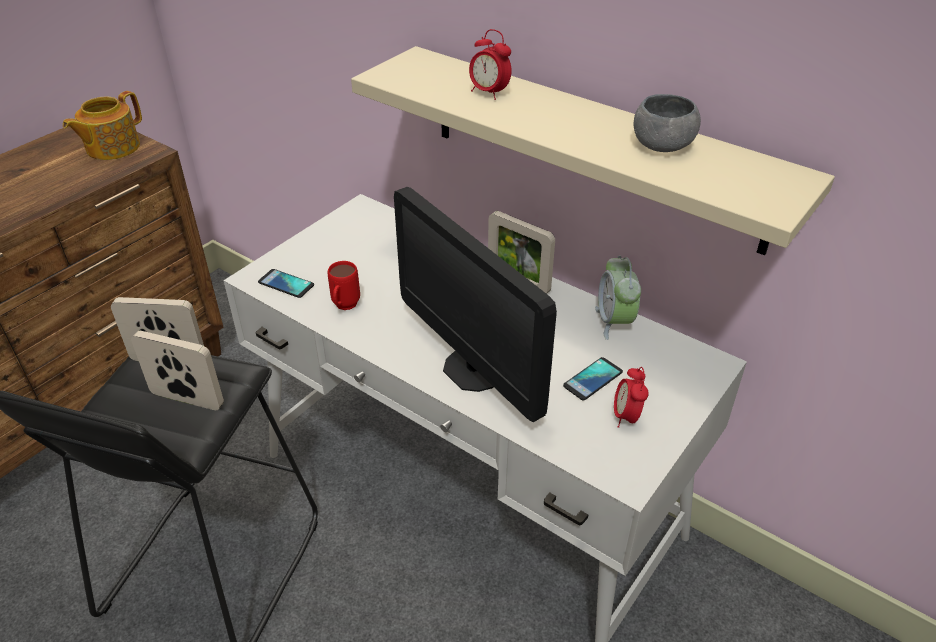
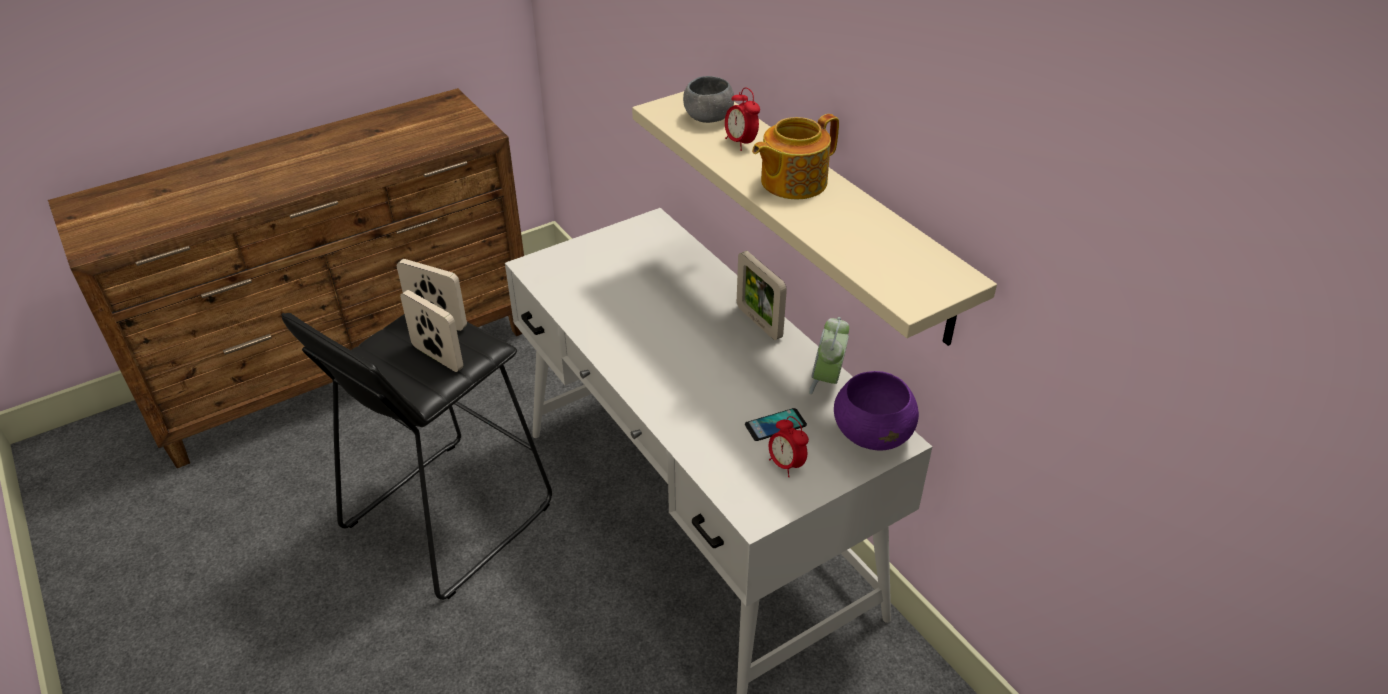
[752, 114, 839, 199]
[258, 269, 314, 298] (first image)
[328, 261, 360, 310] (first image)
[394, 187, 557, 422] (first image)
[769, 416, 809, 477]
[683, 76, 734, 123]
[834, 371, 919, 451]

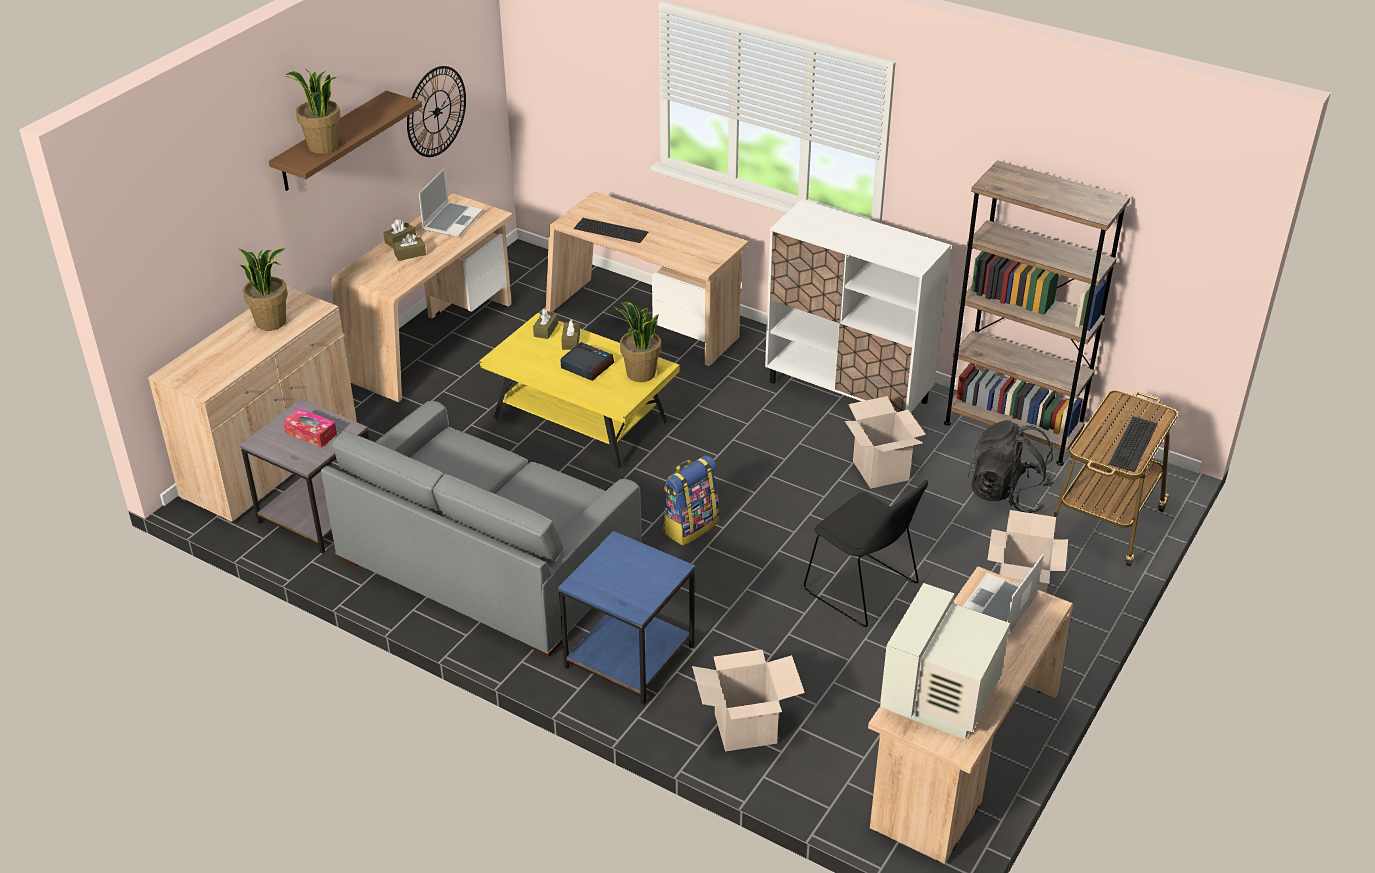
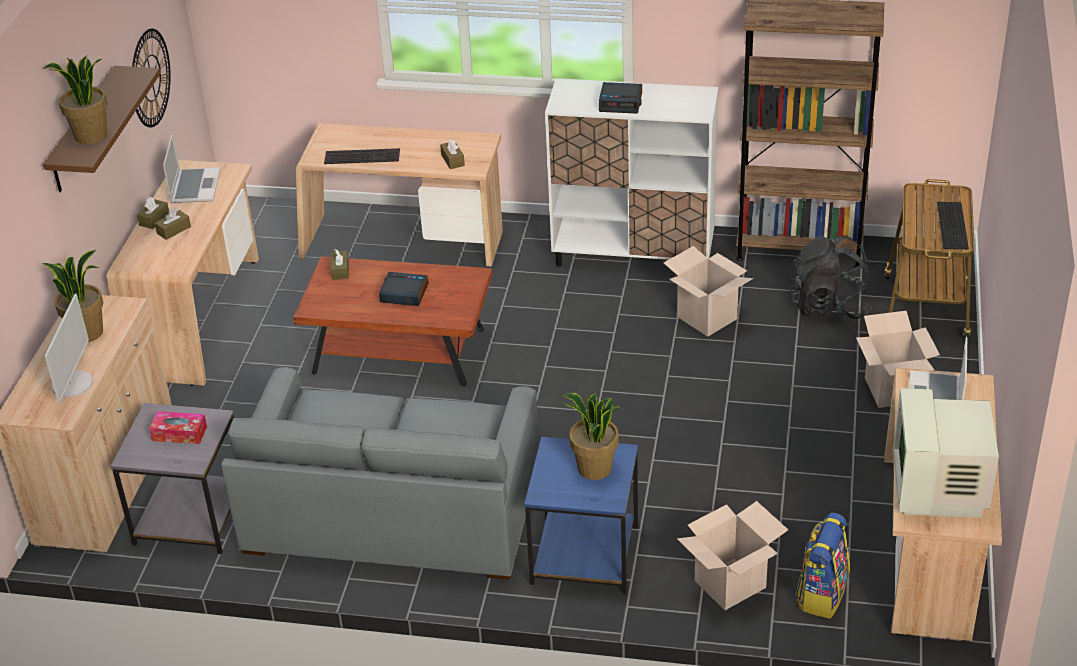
[293, 256, 492, 387]
[440, 138, 465, 169]
[563, 393, 621, 480]
[795, 513, 850, 619]
[804, 480, 928, 627] (first image)
[45, 294, 93, 403]
[599, 82, 642, 113]

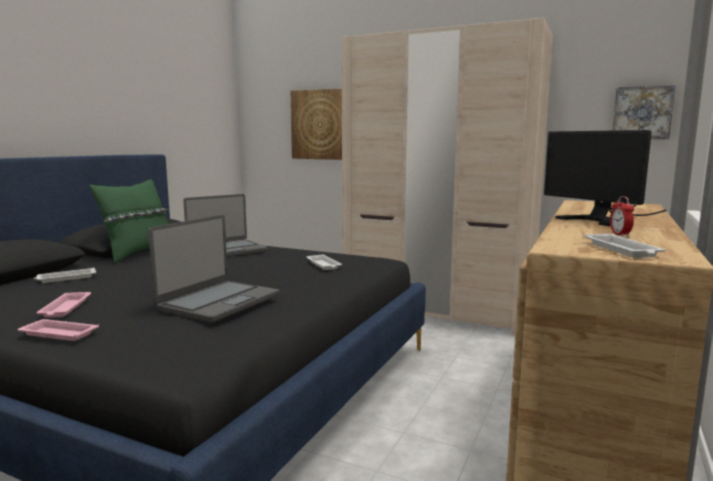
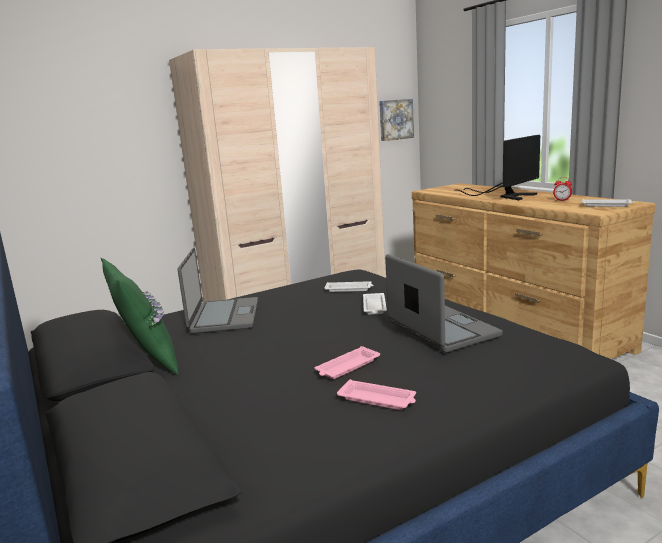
[315, 346, 380, 379]
[363, 293, 387, 315]
[291, 89, 342, 160] (first image)
[454, 135, 540, 200]

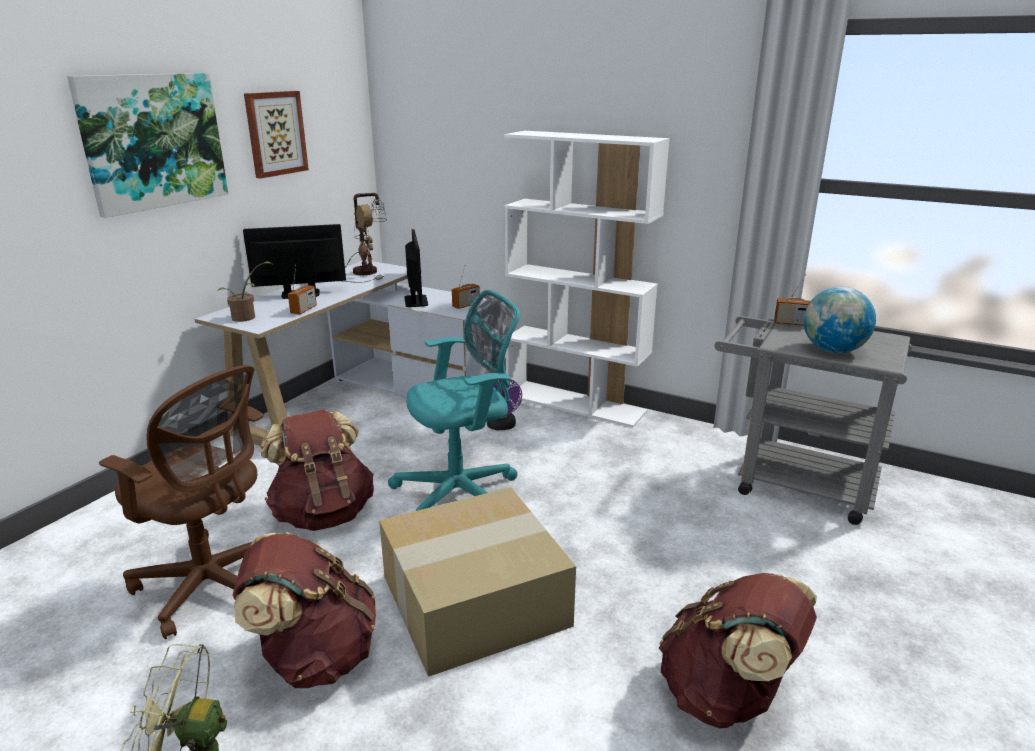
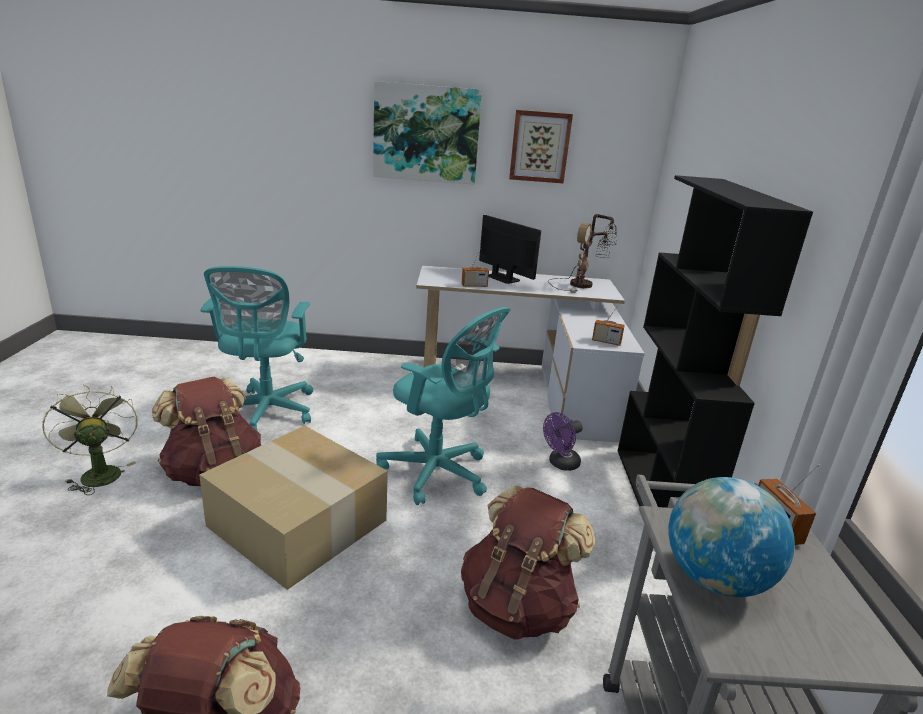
[200, 266, 313, 430]
[218, 261, 272, 322] (first image)
[461, 485, 595, 640]
[405, 229, 428, 307] (first image)
[618, 175, 813, 508]

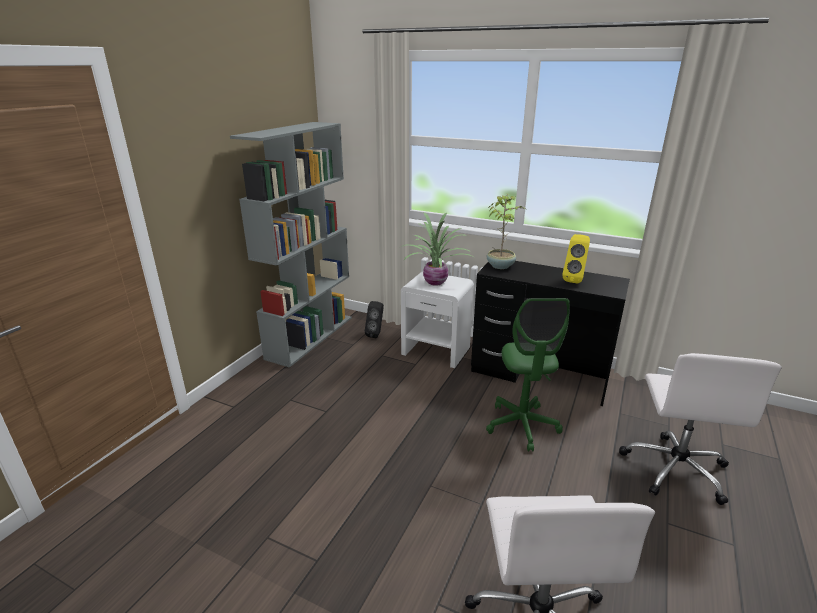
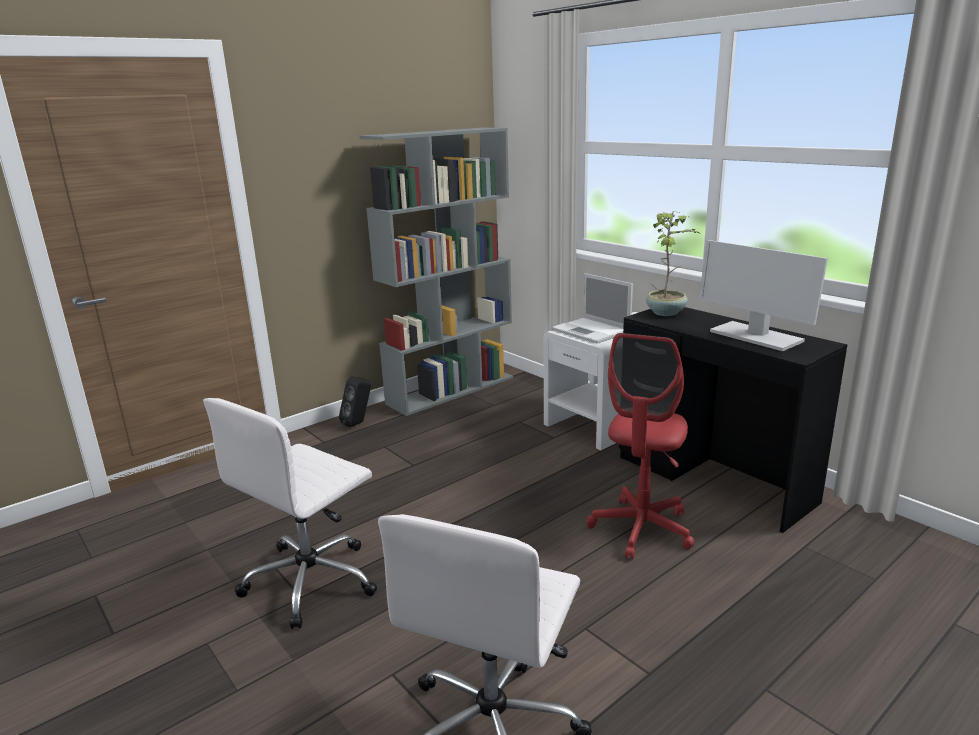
[339, 376, 371, 427]
[551, 273, 633, 344]
[587, 333, 694, 560]
[699, 240, 828, 351]
[203, 398, 377, 629]

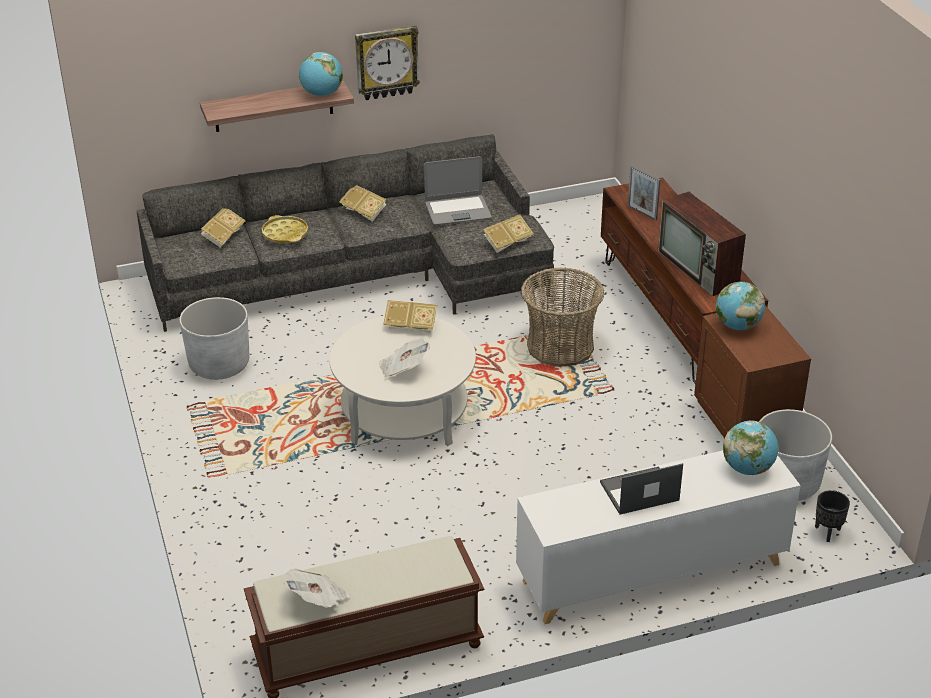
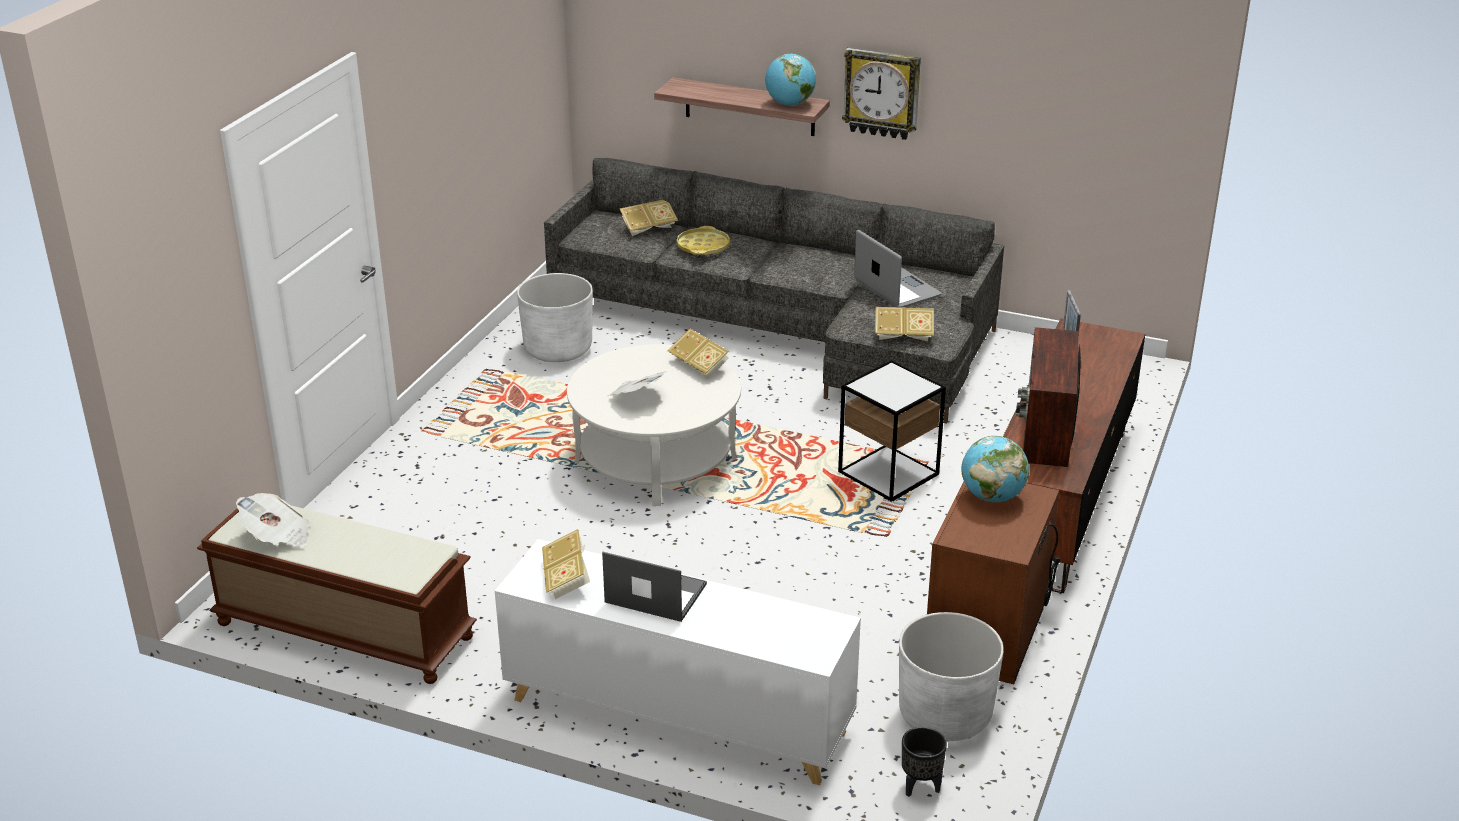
[542, 529, 590, 599]
[854, 230, 942, 308]
[838, 361, 946, 502]
[723, 420, 778, 475] (first image)

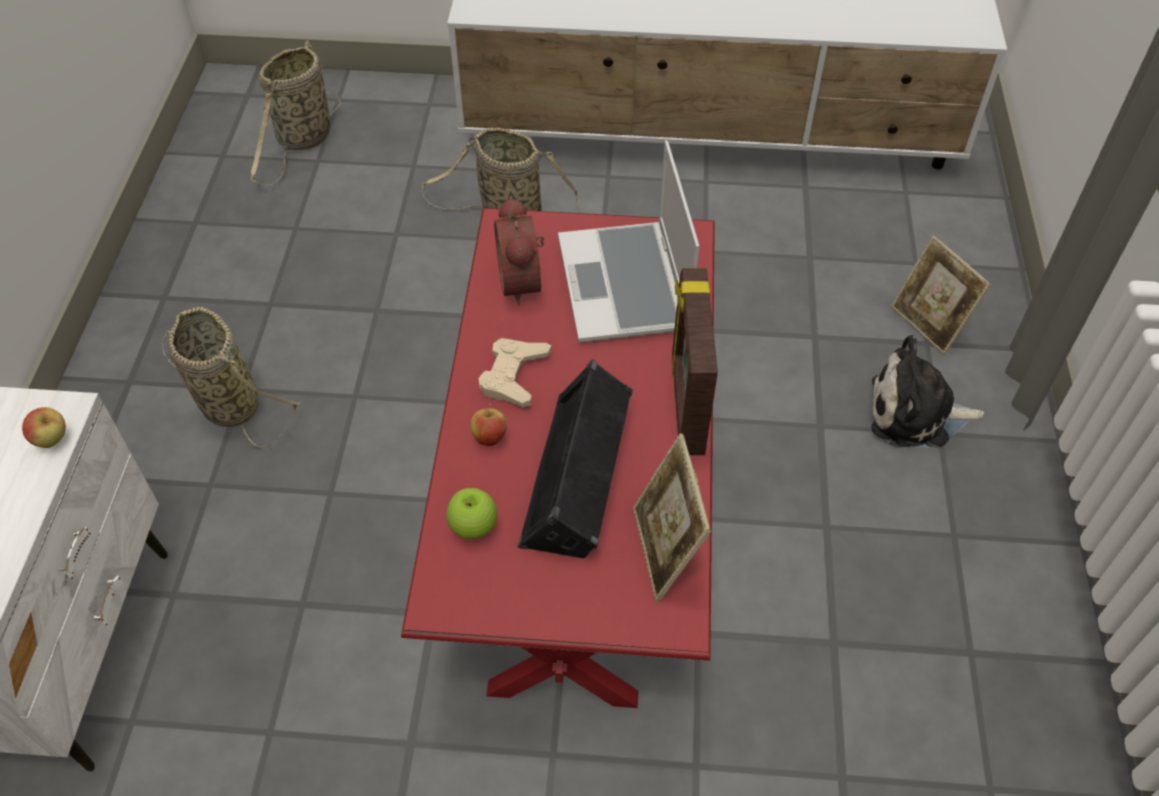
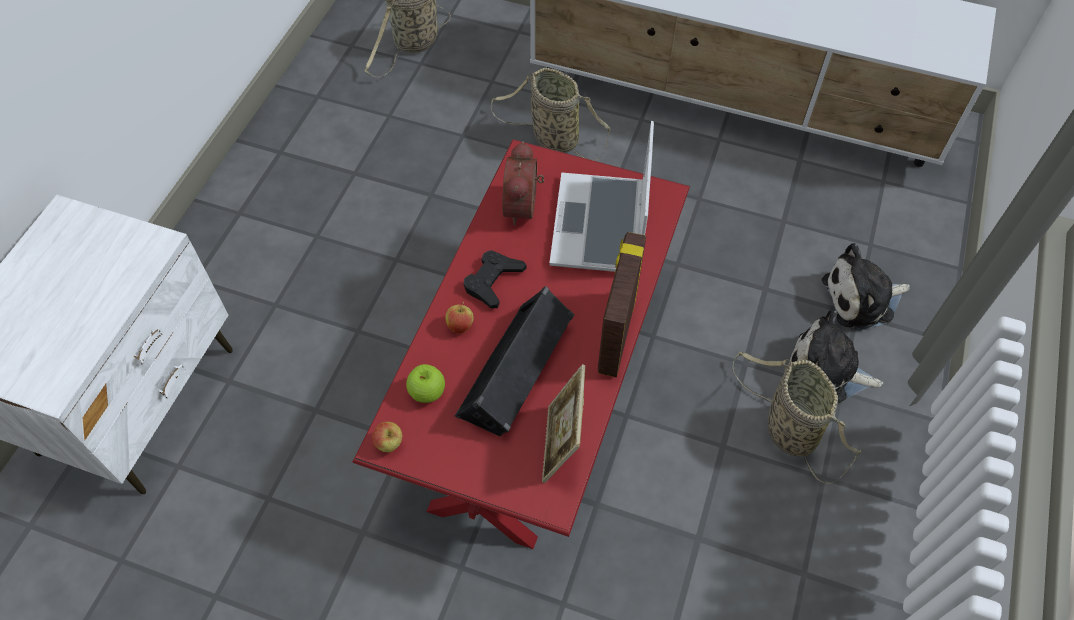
[372, 422, 402, 453]
[733, 352, 861, 485]
[464, 250, 527, 308]
[822, 243, 910, 331]

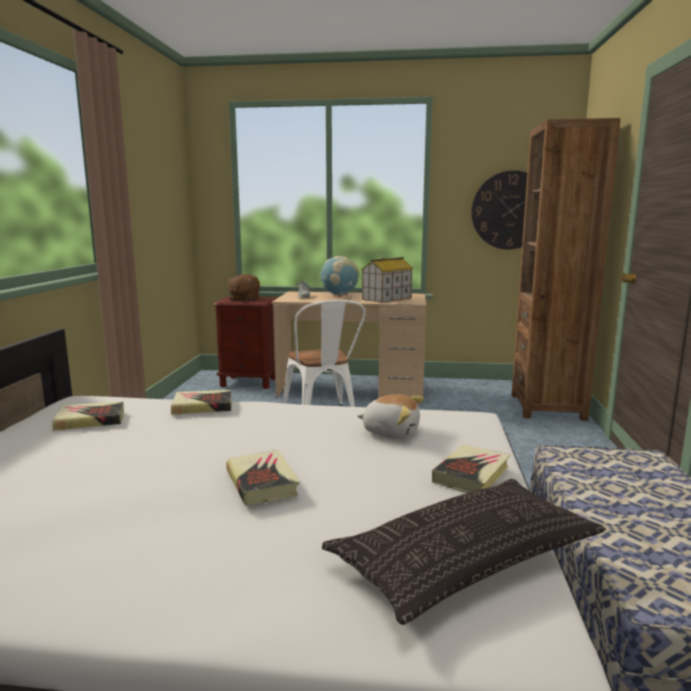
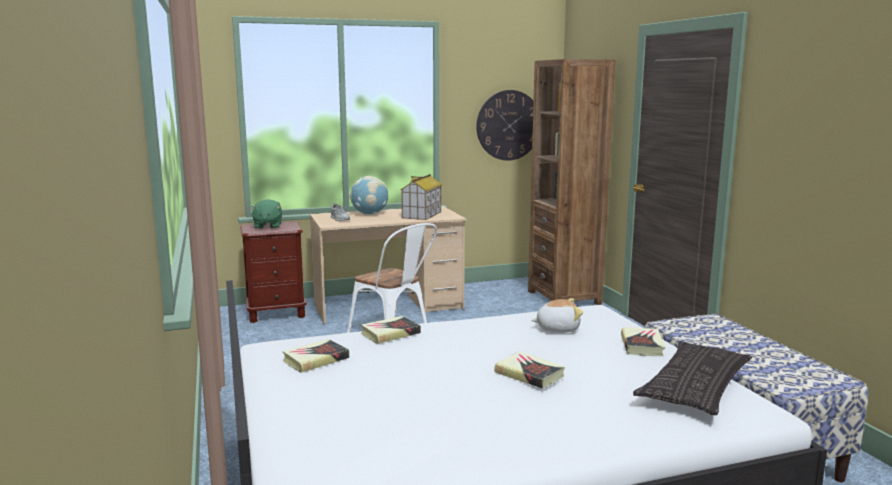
[250, 199, 282, 229]

